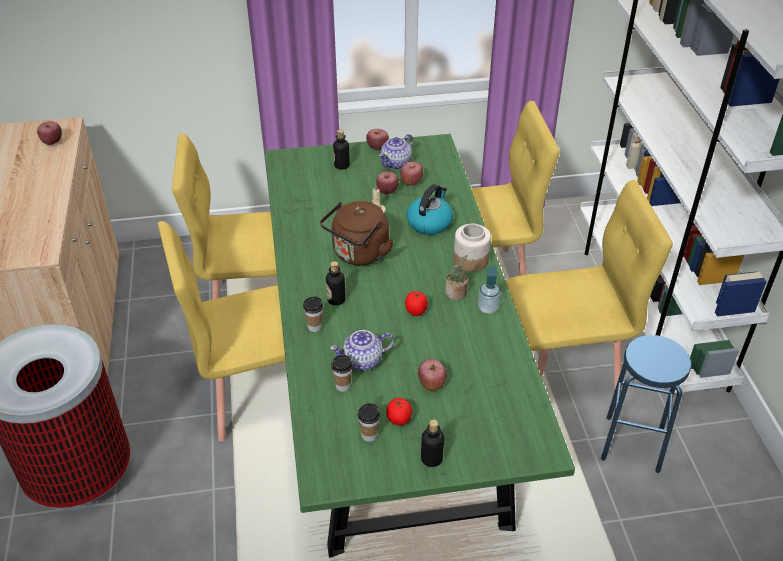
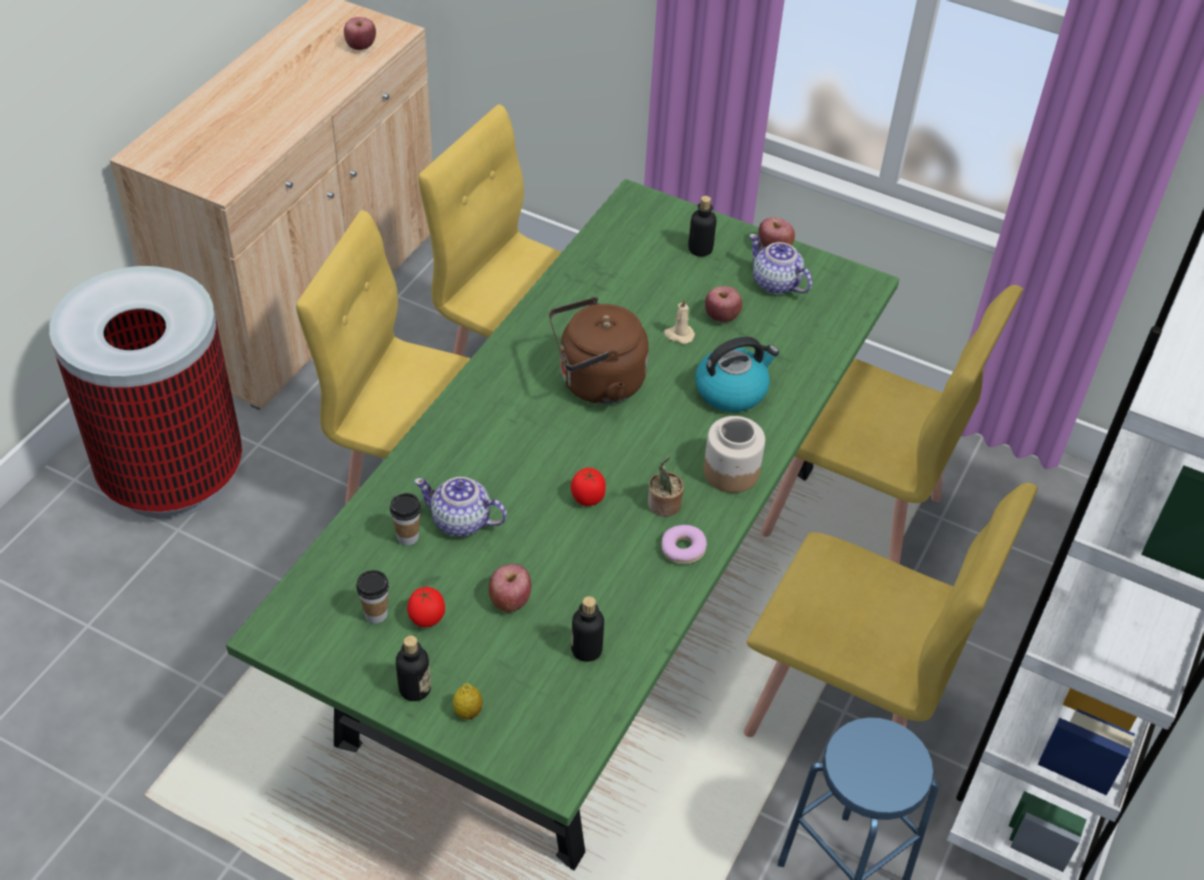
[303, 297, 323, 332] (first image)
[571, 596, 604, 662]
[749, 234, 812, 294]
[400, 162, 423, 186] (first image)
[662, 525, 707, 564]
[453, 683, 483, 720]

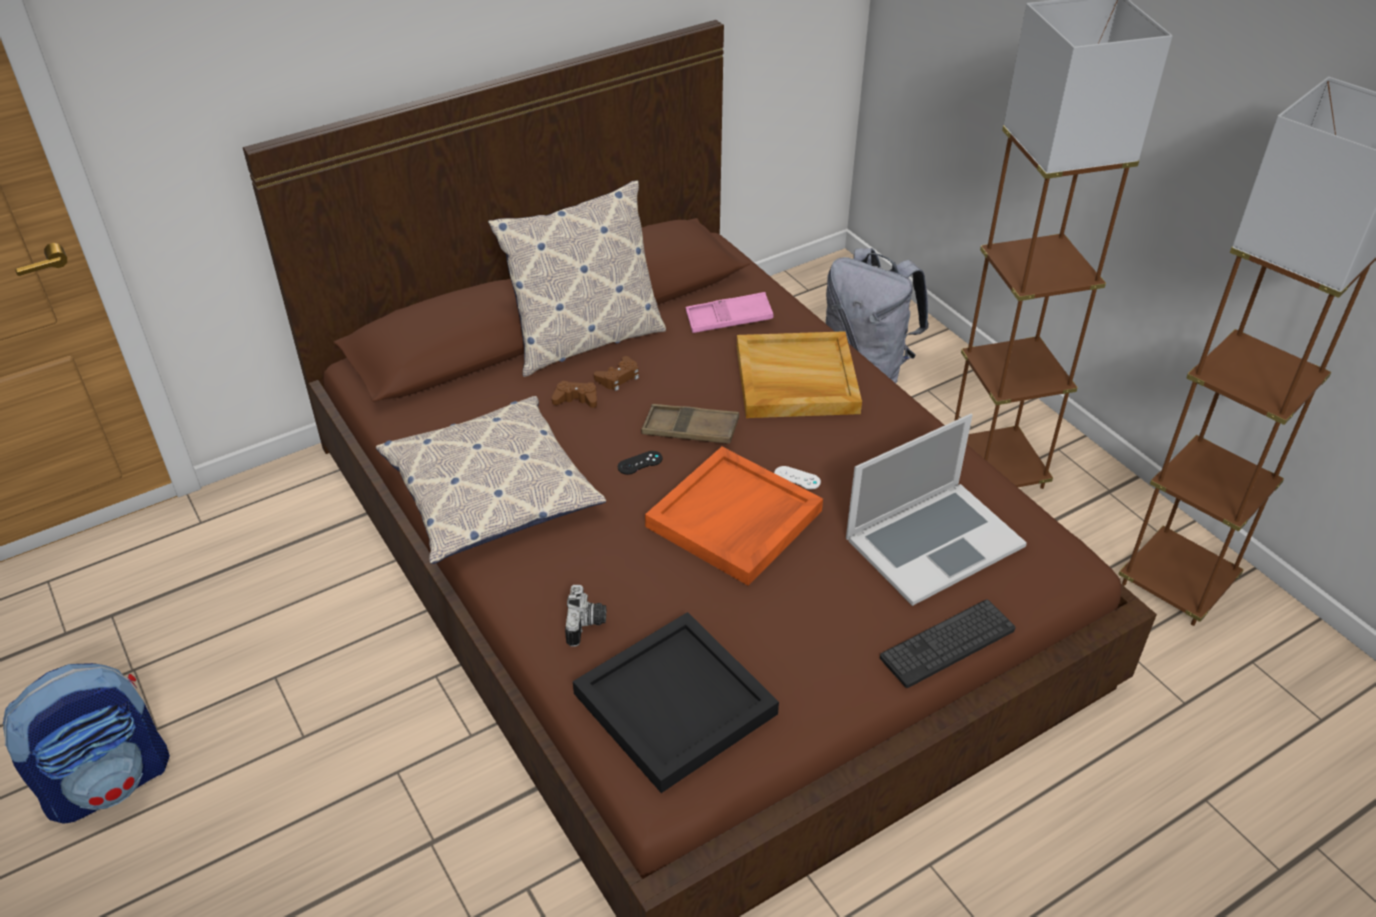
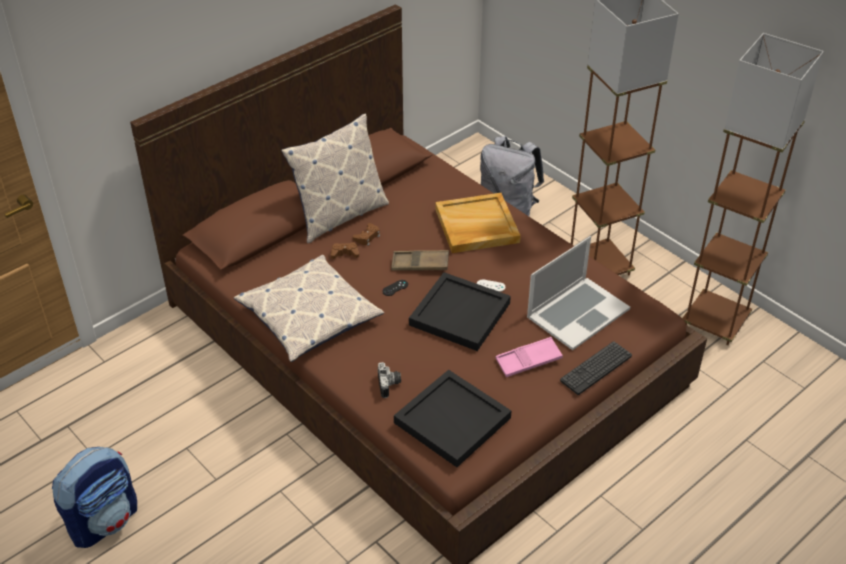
[409, 272, 511, 351]
[496, 337, 563, 377]

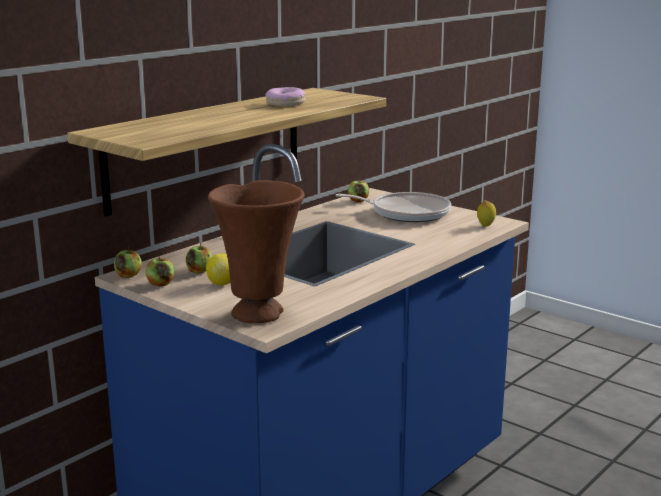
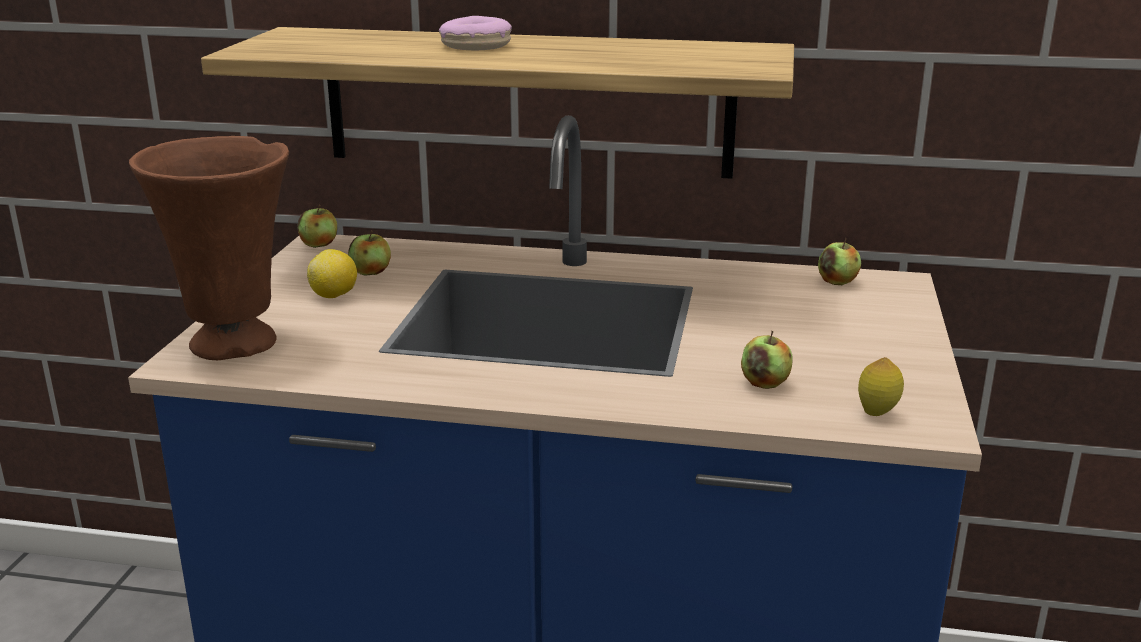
[741, 331, 792, 389]
[439, 16, 512, 50]
[336, 192, 451, 222] (first image)

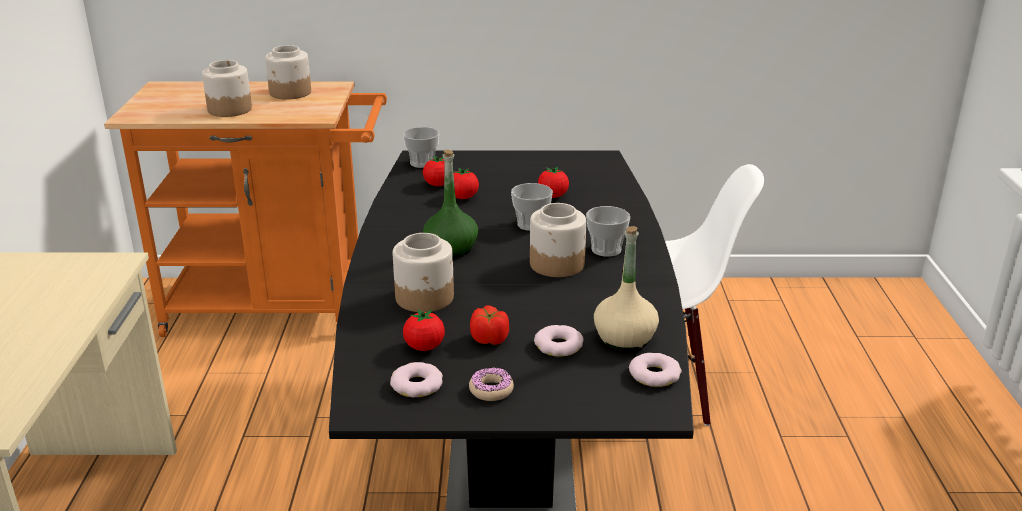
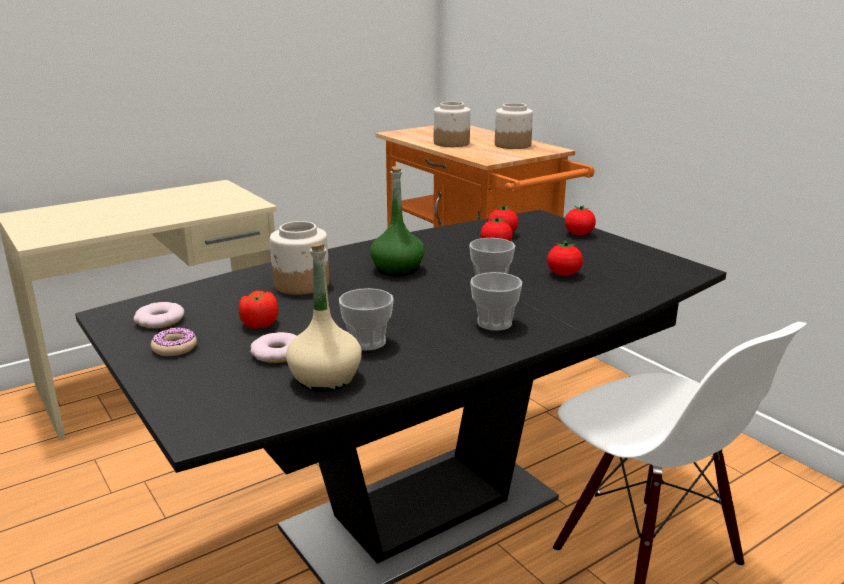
[339, 288, 394, 351]
[565, 205, 596, 236]
[530, 203, 586, 277] (first image)
[629, 353, 682, 387] (first image)

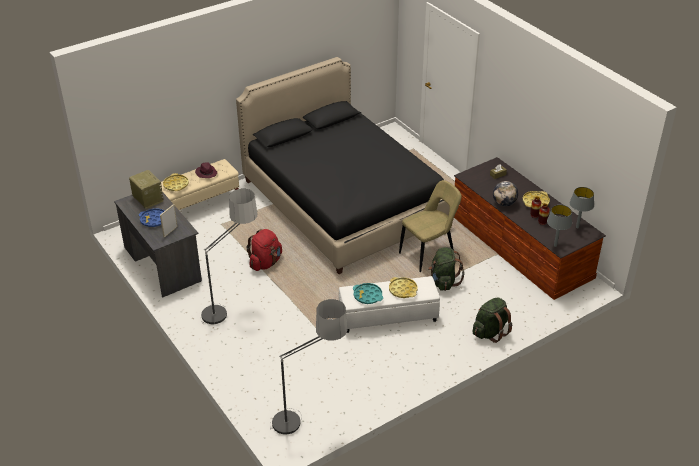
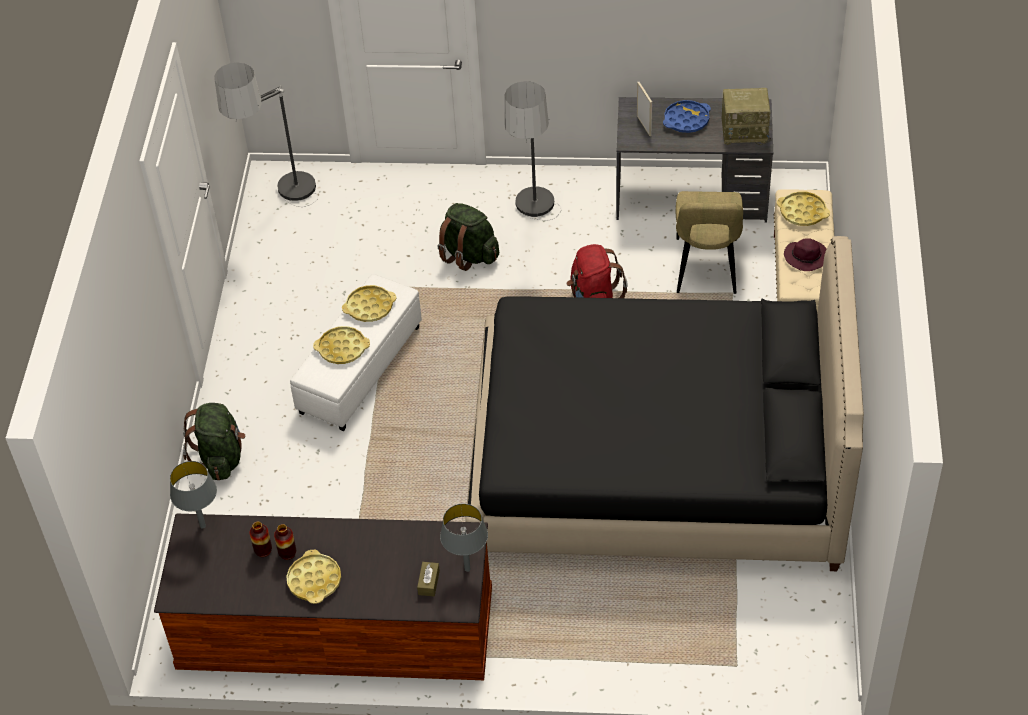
[342, 285, 396, 322]
[676, 191, 743, 294]
[437, 203, 499, 271]
[493, 181, 518, 206] (first image)
[440, 504, 488, 572]

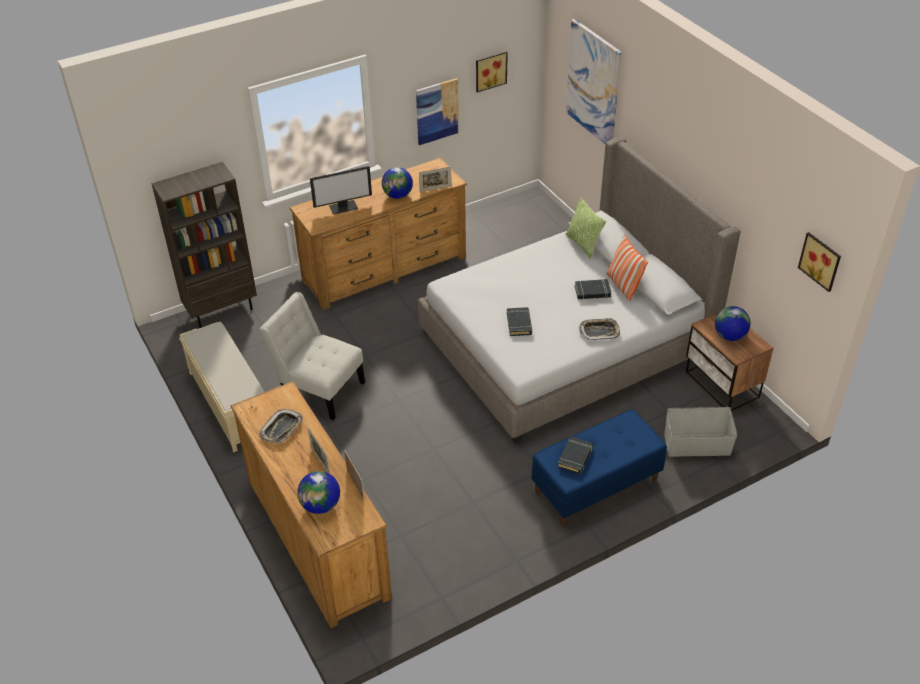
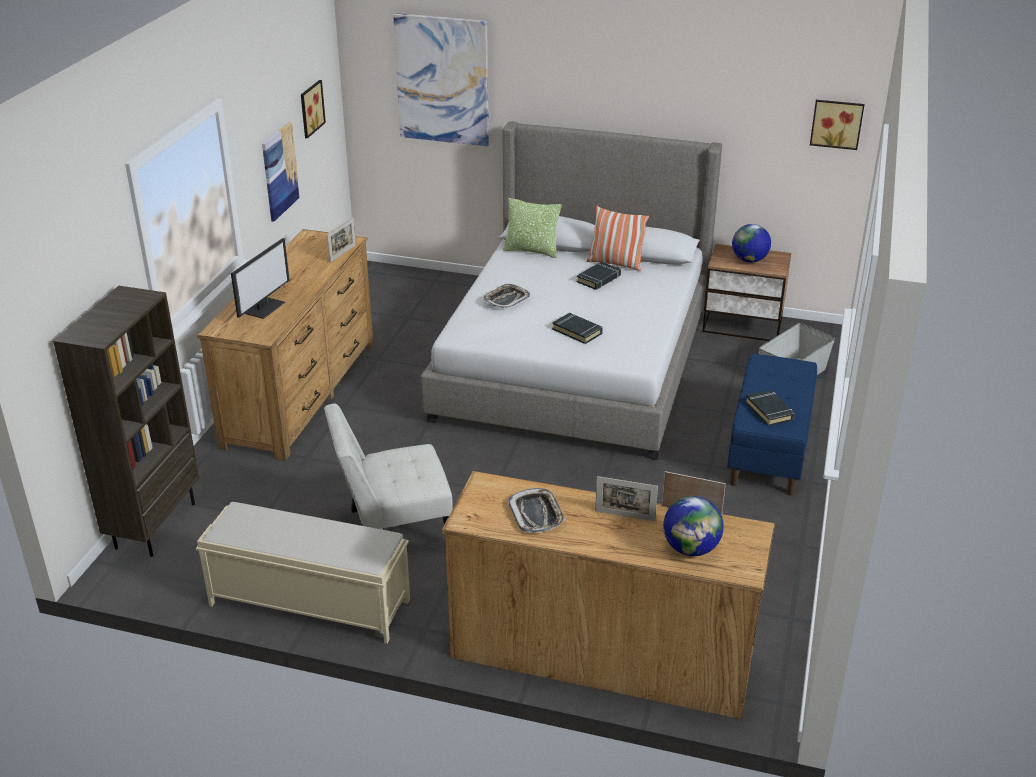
[382, 167, 413, 199] (first image)
[484, 283, 530, 309]

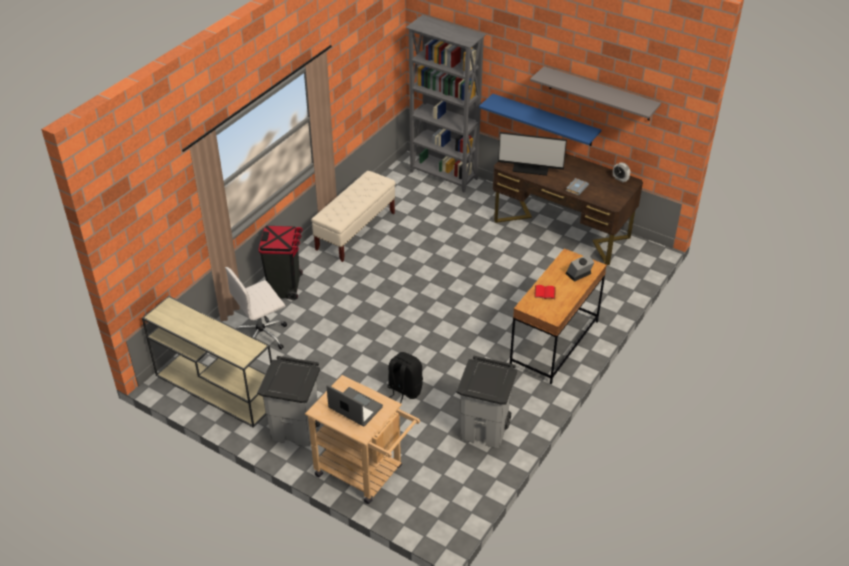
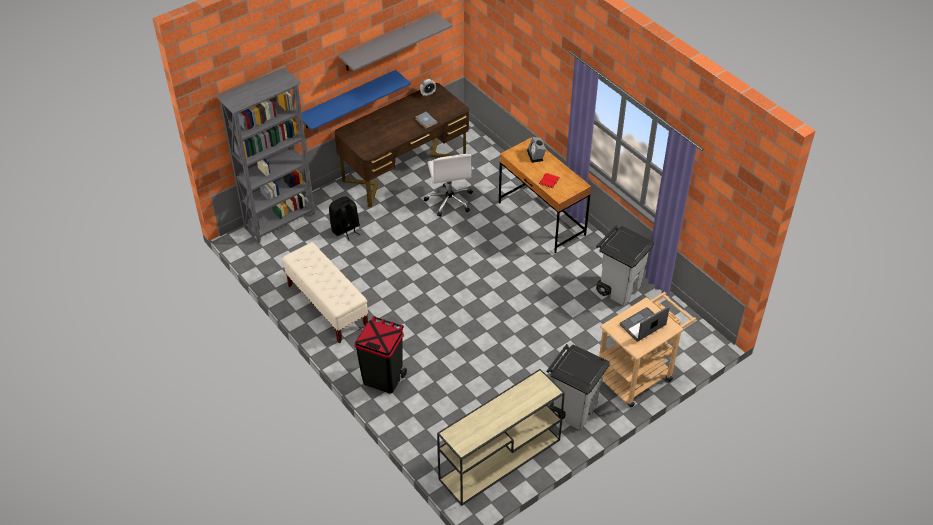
[424, 154, 473, 217]
[329, 196, 360, 241]
[498, 132, 567, 176] (first image)

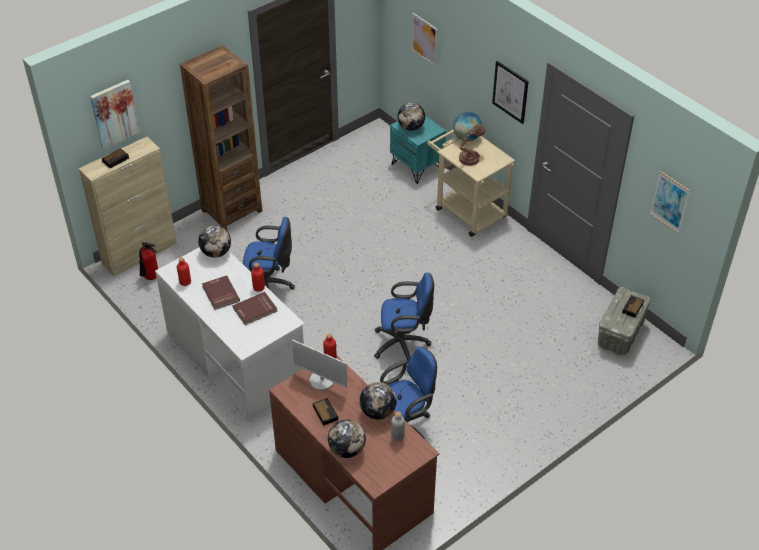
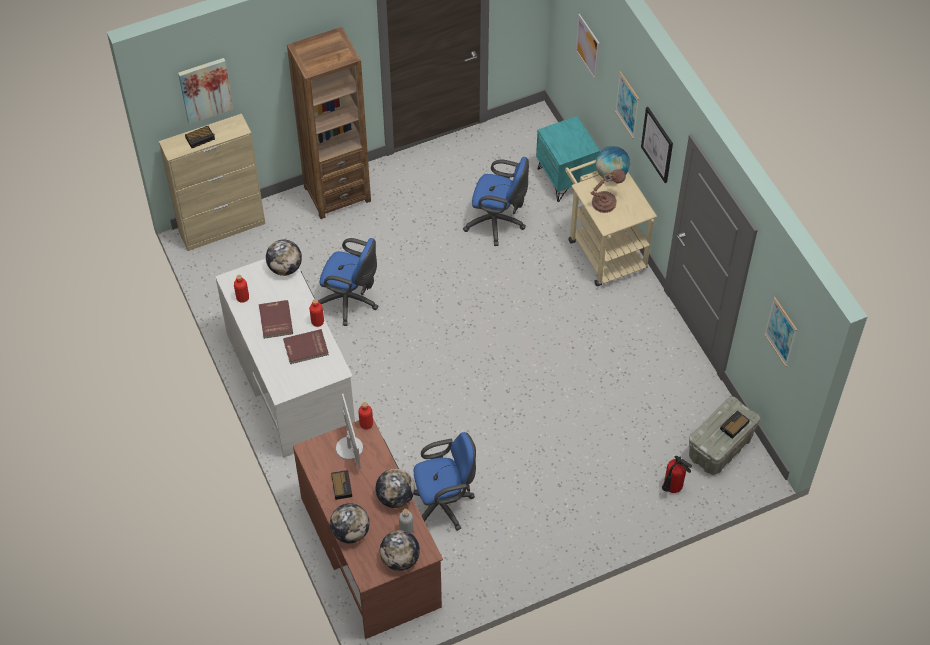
[662, 456, 692, 493]
[336, 394, 363, 469]
[463, 157, 529, 246]
[380, 530, 420, 571]
[615, 71, 639, 139]

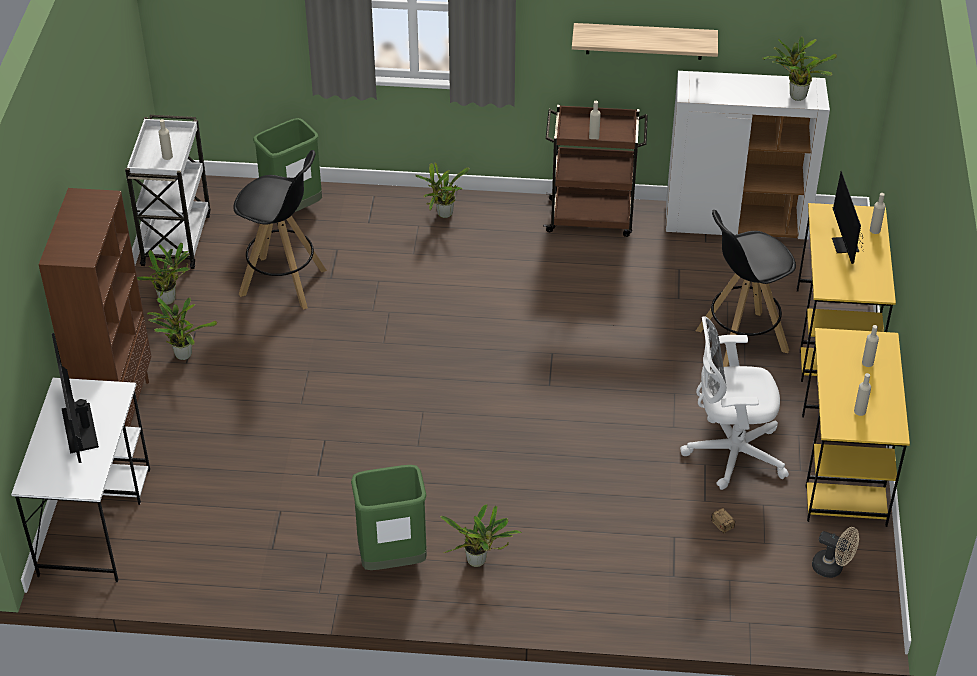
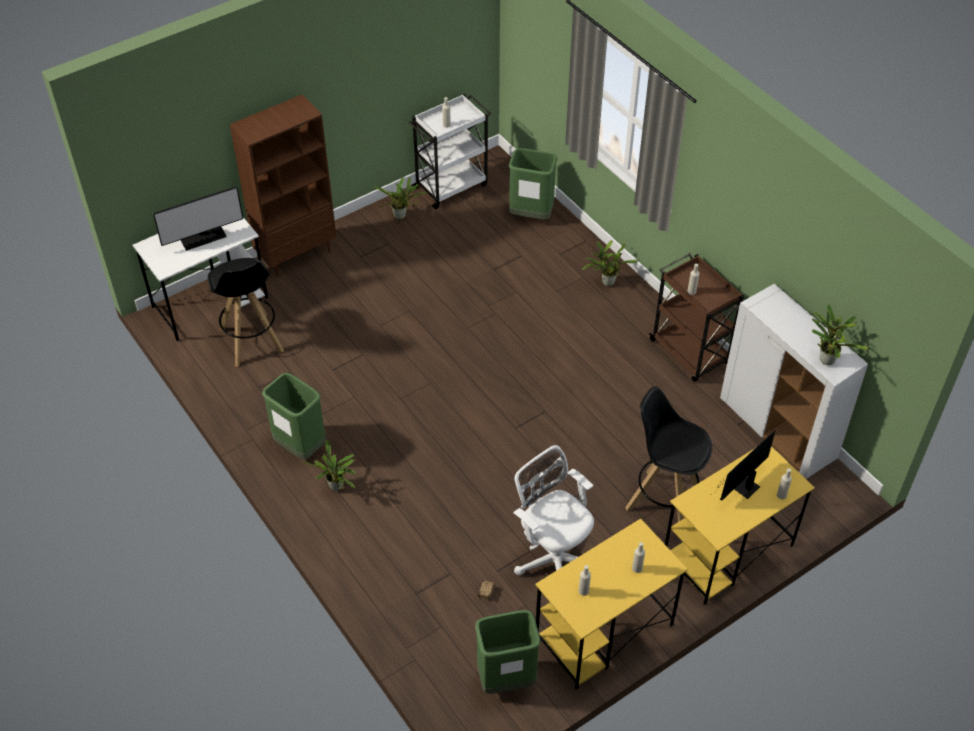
[153, 186, 243, 251]
[147, 297, 217, 360] (first image)
[208, 258, 284, 367]
[572, 23, 718, 60] (first image)
[475, 610, 541, 694]

